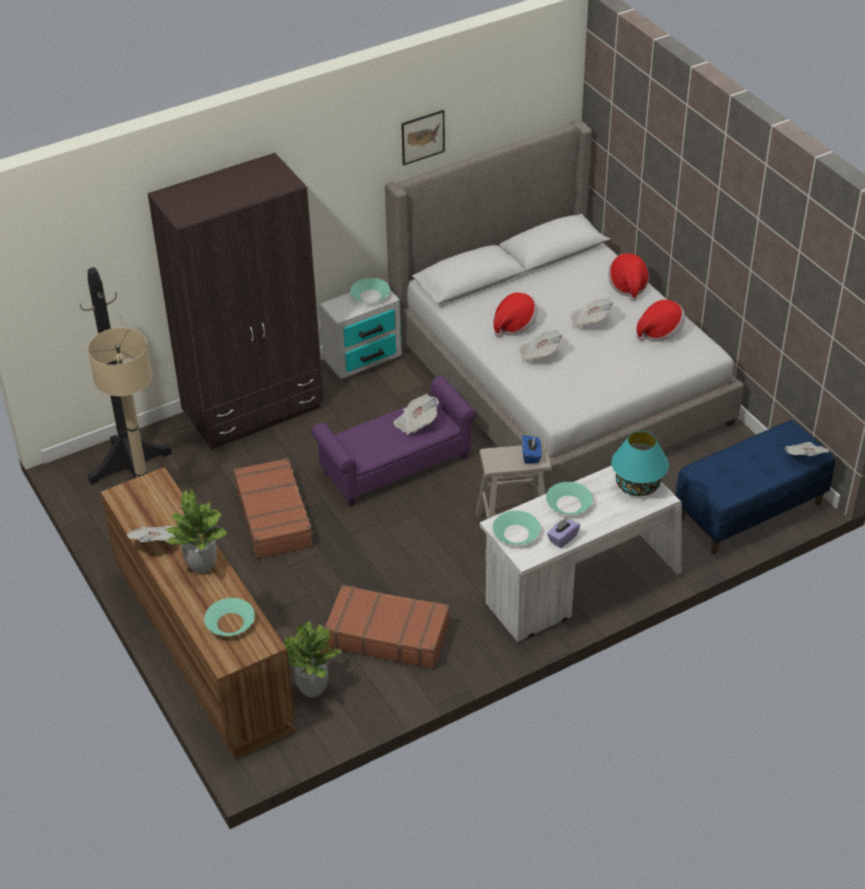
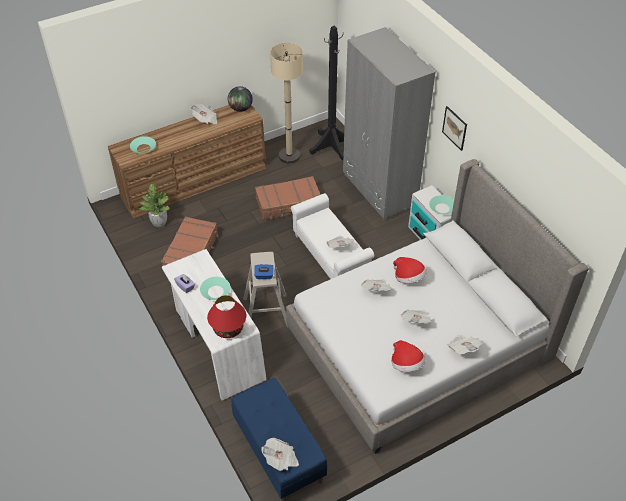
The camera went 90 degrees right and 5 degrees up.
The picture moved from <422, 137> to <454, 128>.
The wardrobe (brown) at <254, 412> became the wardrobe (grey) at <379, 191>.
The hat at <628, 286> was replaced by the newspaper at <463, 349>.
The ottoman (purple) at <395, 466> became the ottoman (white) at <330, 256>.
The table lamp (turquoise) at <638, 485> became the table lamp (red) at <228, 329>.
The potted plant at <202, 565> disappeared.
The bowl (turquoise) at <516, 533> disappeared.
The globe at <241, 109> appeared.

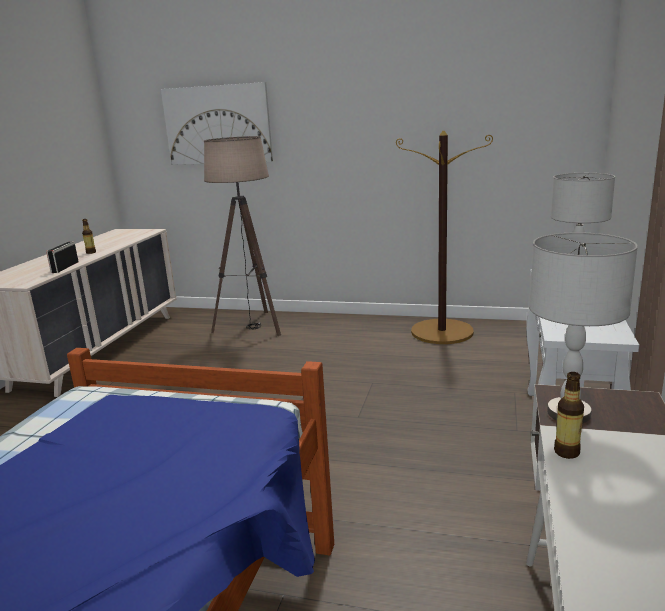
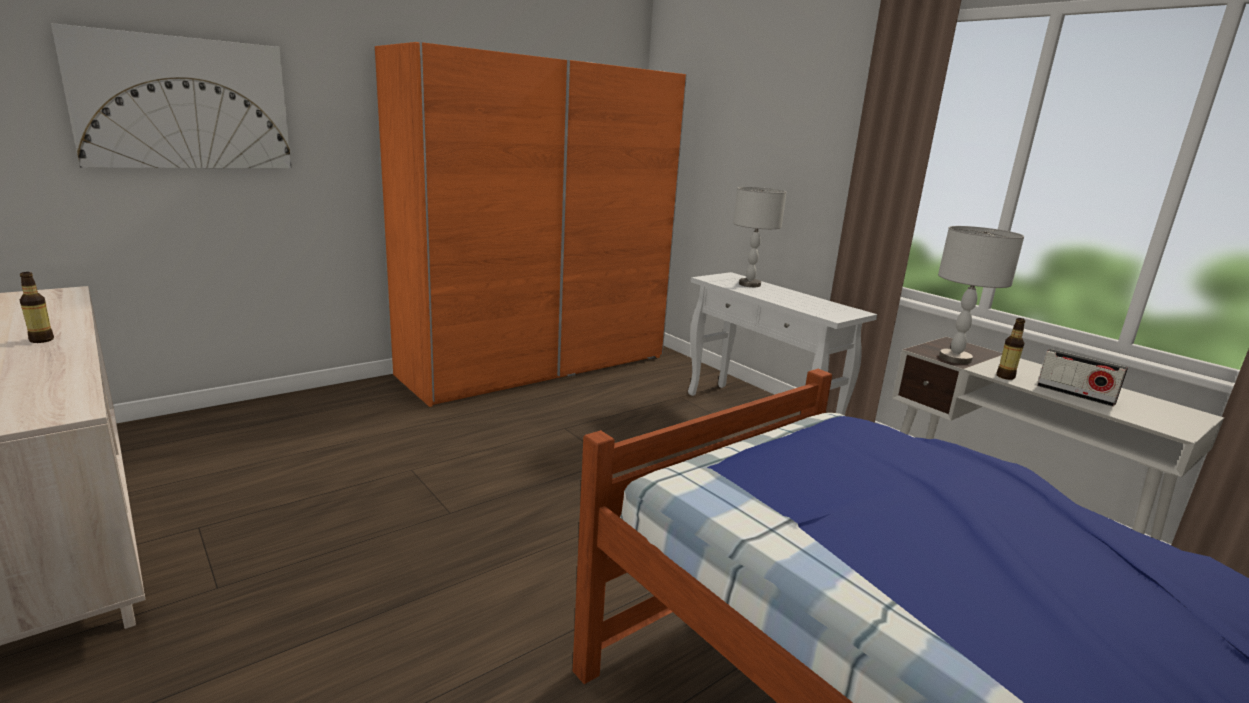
The camera went 55 degrees left and 0 degrees up.
The clothes rack (brown) at <442, 332> was replaced by the wardrobe (orange) at <536, 365>.
The floor lamp at <252, 326> disappeared.
The radio moved from <65, 267> to <1075, 394>.

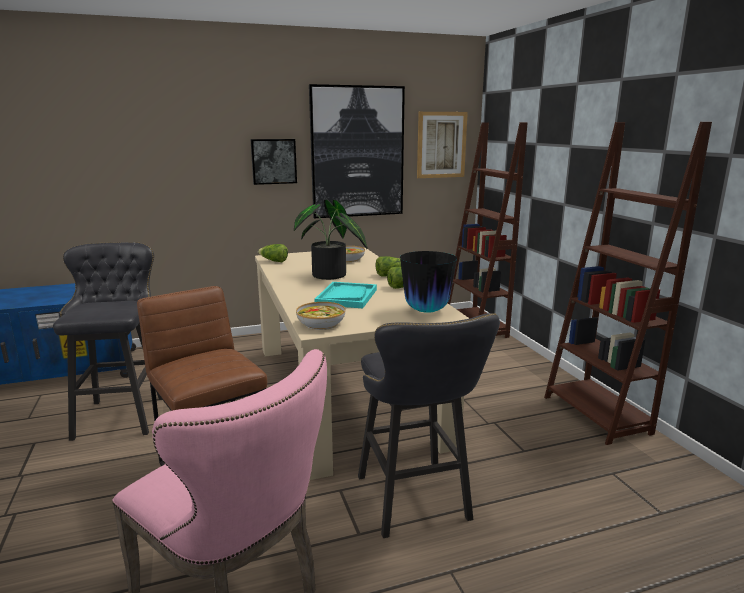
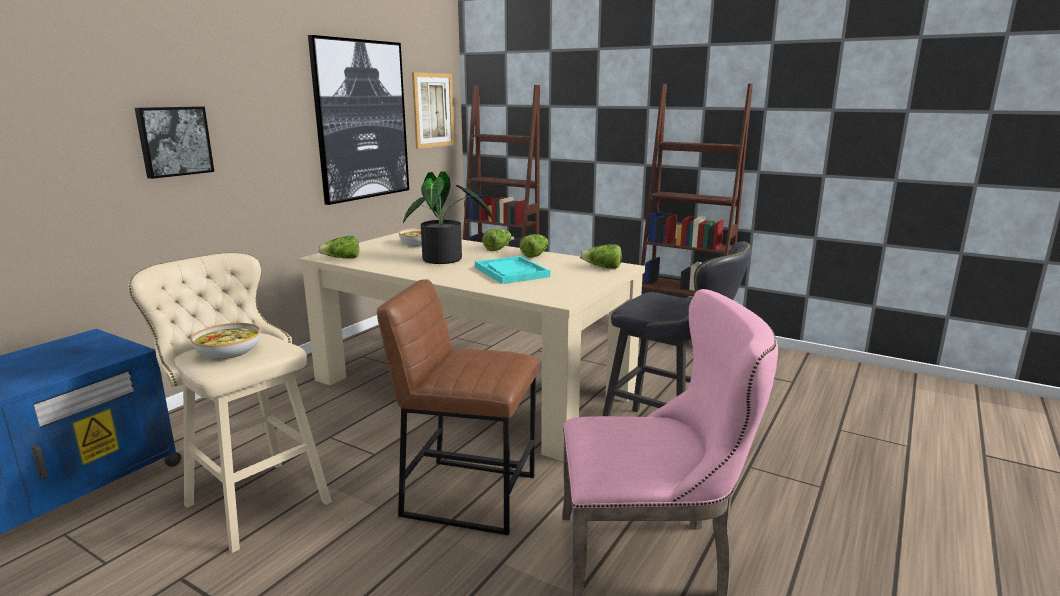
The camera went 40 degrees left and 0 degrees up.
The picture moved from <273, 161> to <174, 141>.
The stool (black) at <123, 411> became the stool (beige) at <250, 496>.
The vase at <426, 311> was replaced by the lettuce at <602, 267>.
The bowl moved from <321, 324> to <228, 352>.

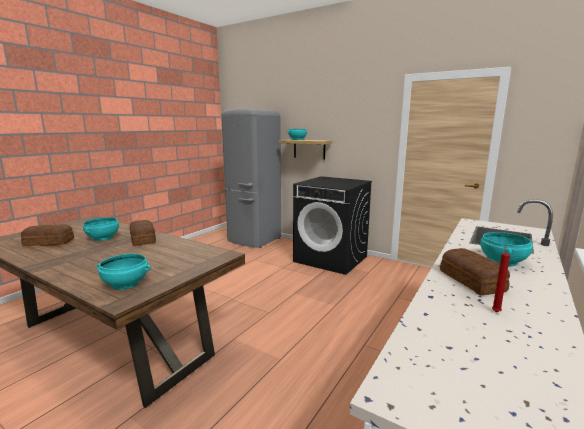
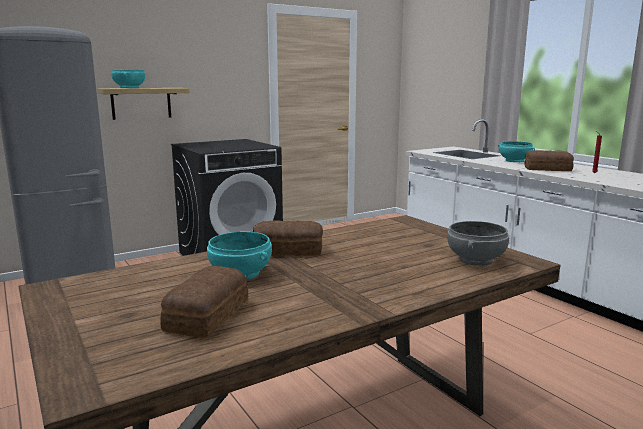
The camera went 65 degrees left and 0 degrees up.
The bowl (turquoise) at <125, 284> became the bowl (grey) at <476, 260>.

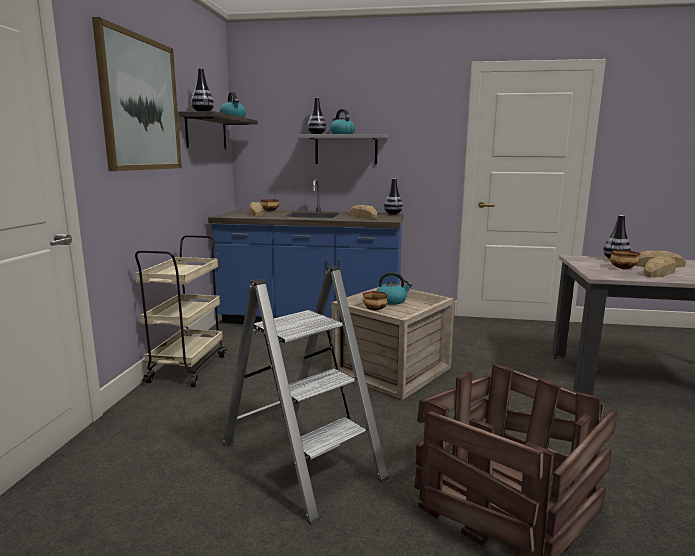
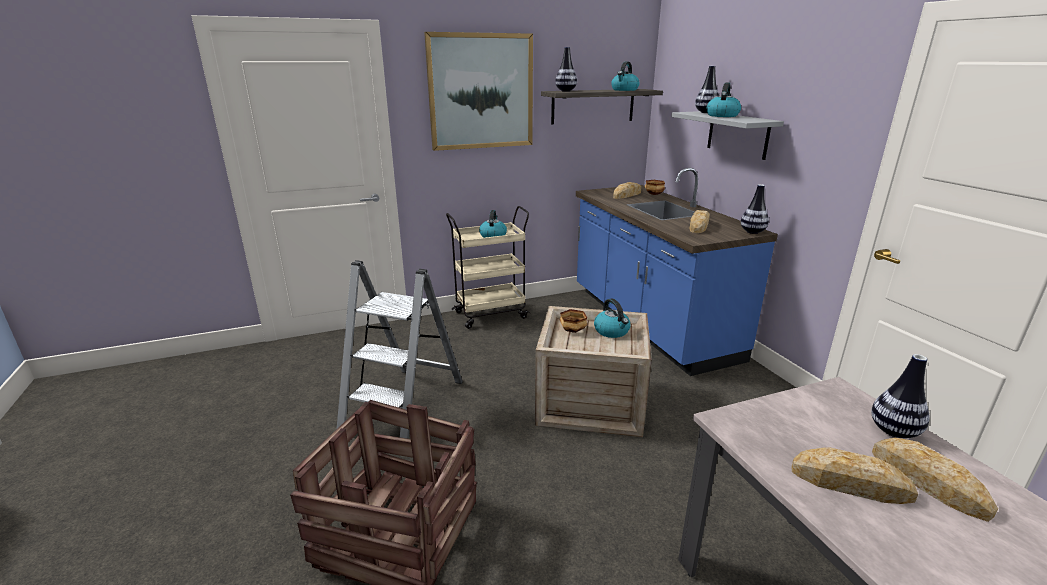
The camera went 60 degrees right and 10 degrees up.
The bowl at <623, 268> disappeared.
The kettle at <493, 235> appeared.

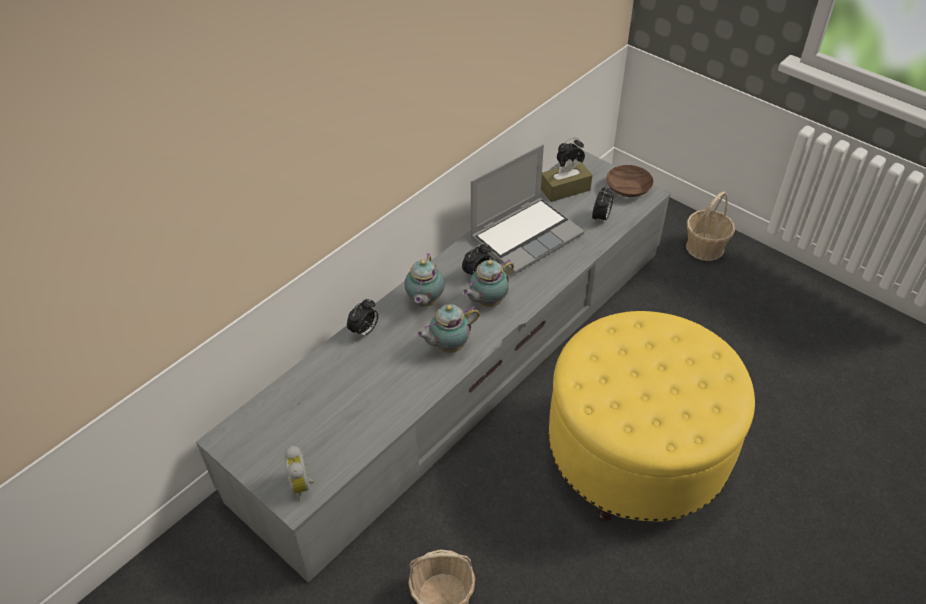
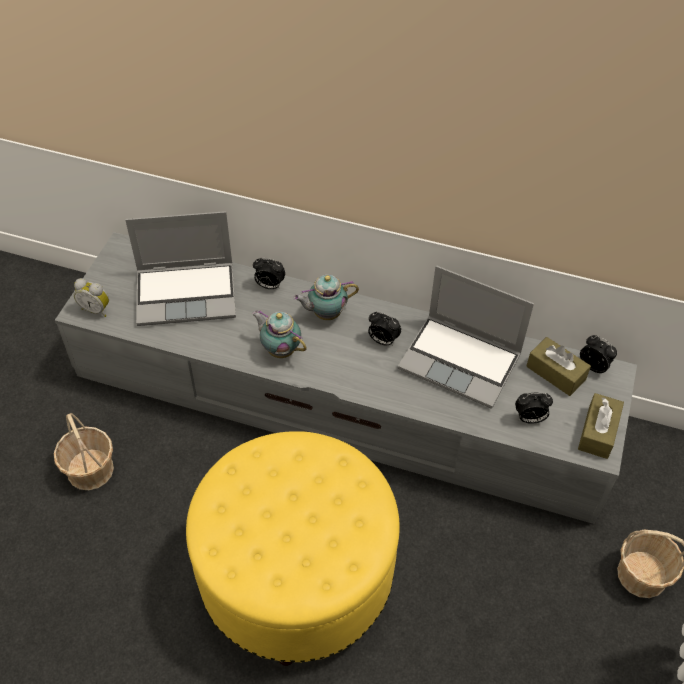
The camera went 65 degrees right and 5 degrees up.
The bowl (brown) at <629, 188> was replaced by the tissue box (brown) at <598, 432>.
The teapot at <487, 302> disappeared.
The alarm clock at <303, 485> turned 120 degrees counterclockwise.
The laptop at <187, 294> appeared.

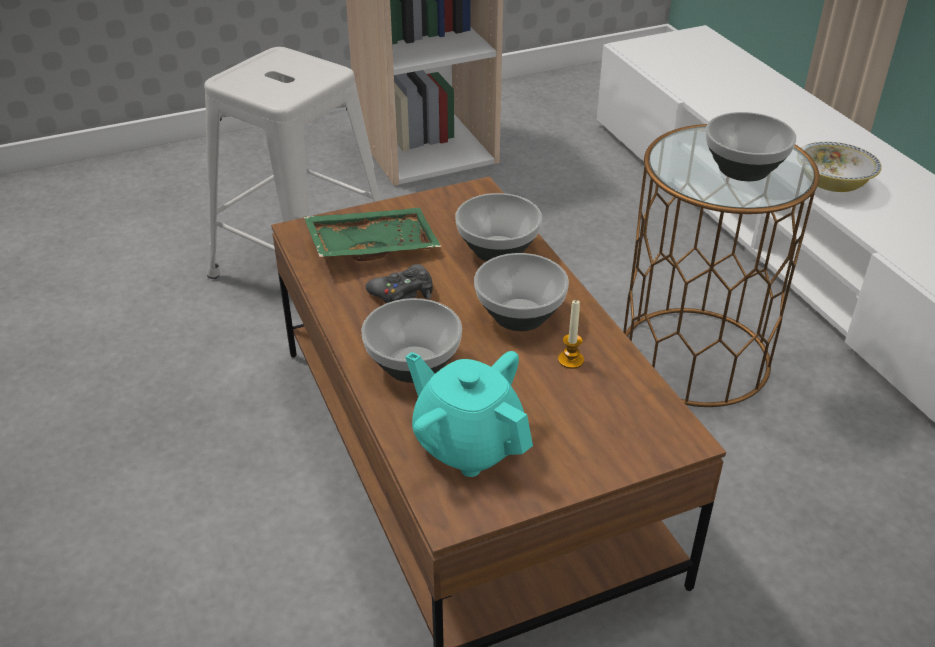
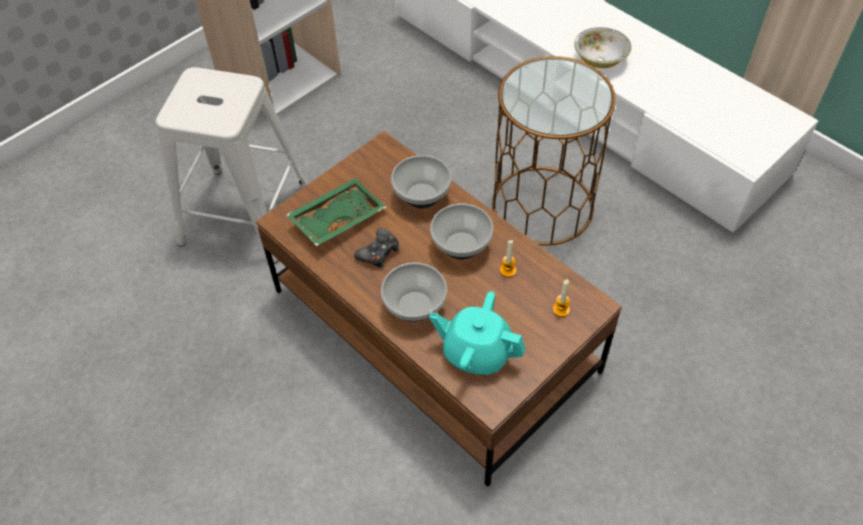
The camera went 20 degrees left and 15 degrees up.
The bowl at <744, 169> disappeared.
The candle at <561, 309> appeared.

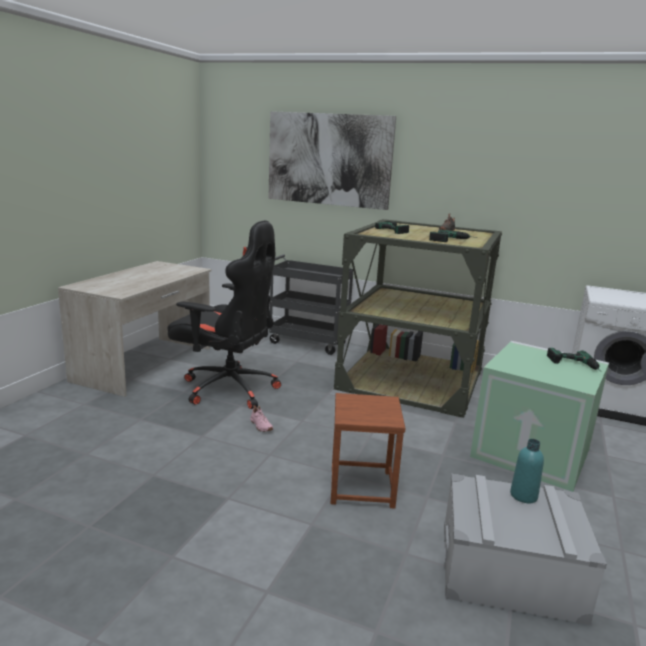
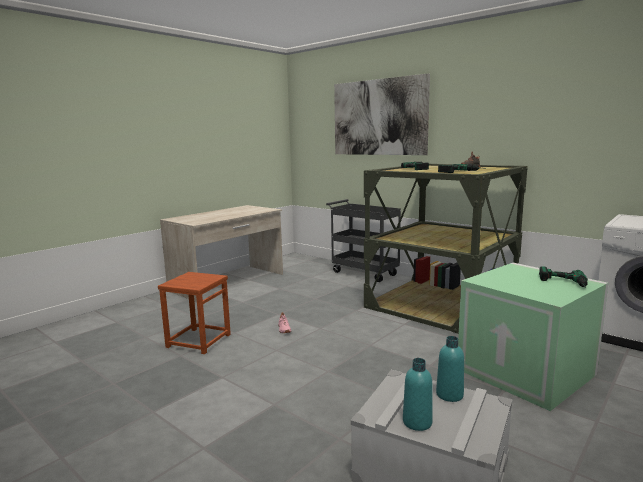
The camera went 20 degrees right and 5 degrees down.
The office chair (black) at <223, 388> disappeared.
The stool (brown) moved from <361, 487> to <198, 340>.
The bottle (turquoise) at <417, 422> appeared.

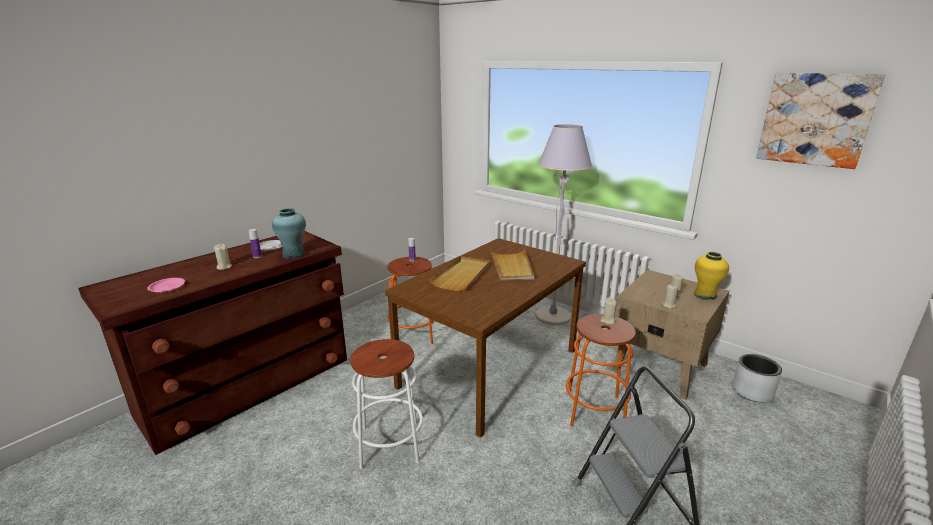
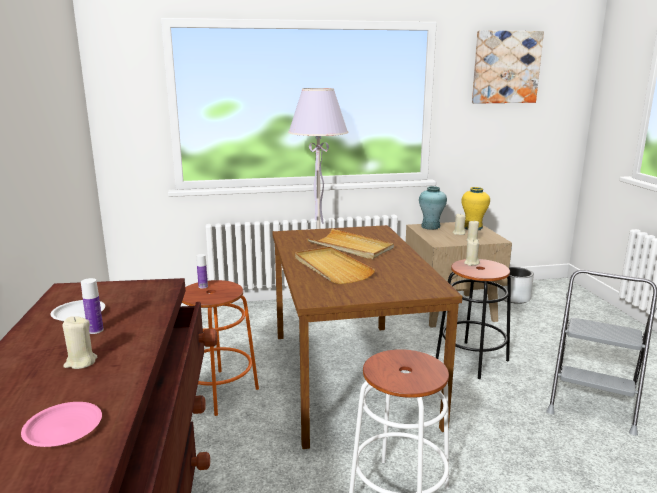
The camera went 50 degrees left and 5 degrees down.
The vase (turquoise) moved from <293, 254> to <430, 227>.
The stool (orange) at <595, 410> became the stool (black) at <472, 359>.

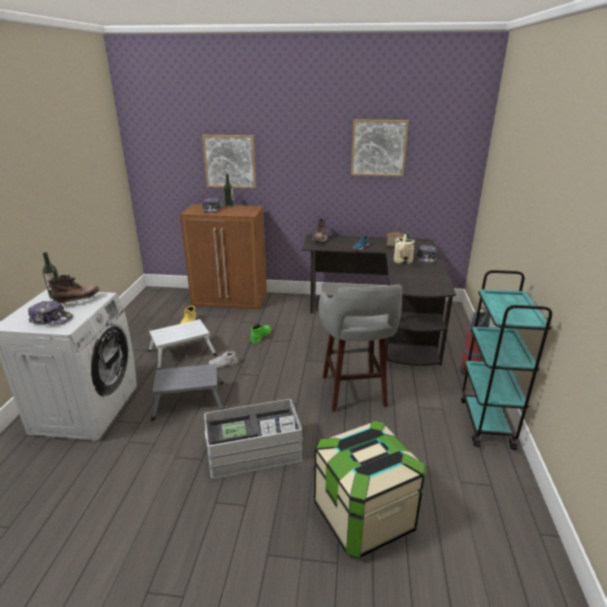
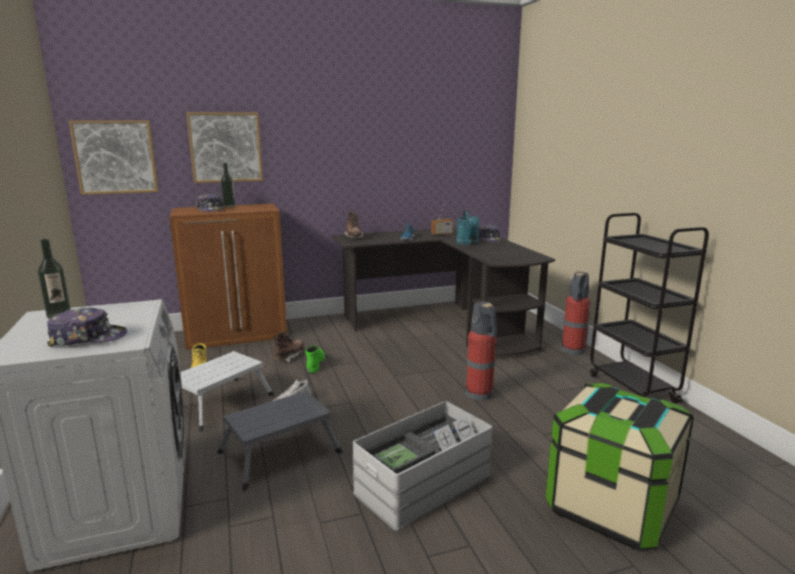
The camera went 25 degrees left and 10 degrees down.
The picture moved from <378, 148> to <115, 157>.
The watering can (beige) at <402, 262> became the watering can (turquoise) at <468, 244>.
The cart (turquoise) at <487, 424> became the cart (black) at <633, 389>.
The boot (brown) moved from <77, 301> to <289, 356>.
The stool (grey) at <353, 393> was replaced by the fire extinguisher at <480, 394>.

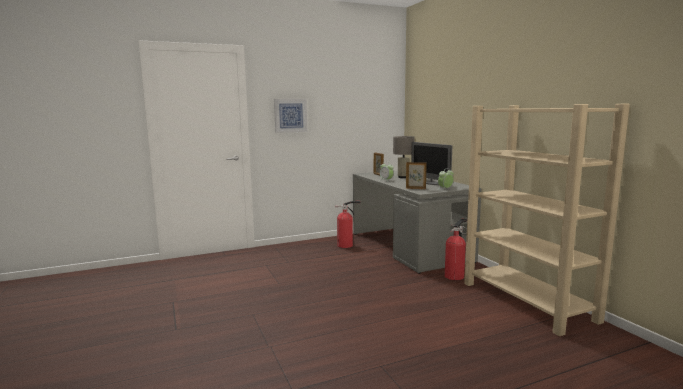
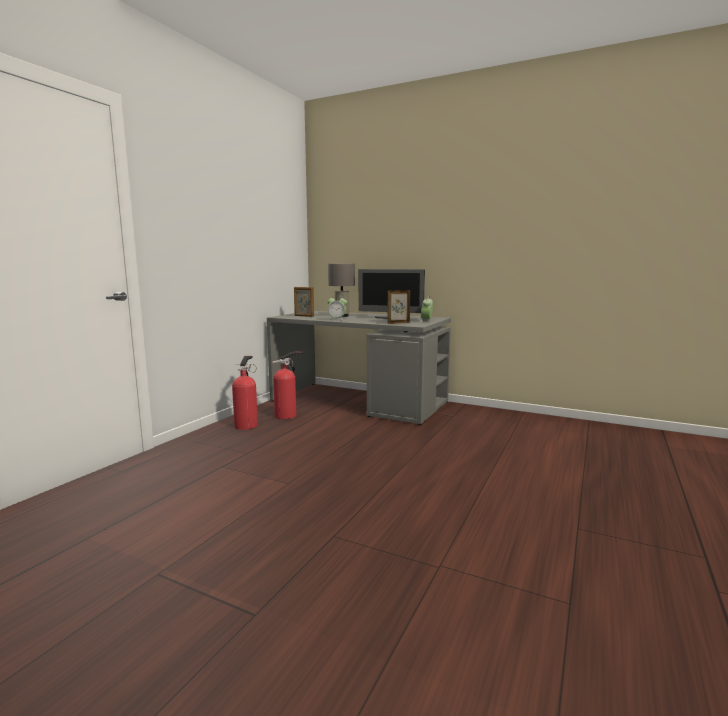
The camera went 40 degrees left and 0 degrees up.
The picture at <290, 115> disappeared.
The bookcase (beige) at <527, 301> disappeared.
The fire extinguisher moved from <455, 276> to <247, 425>.

